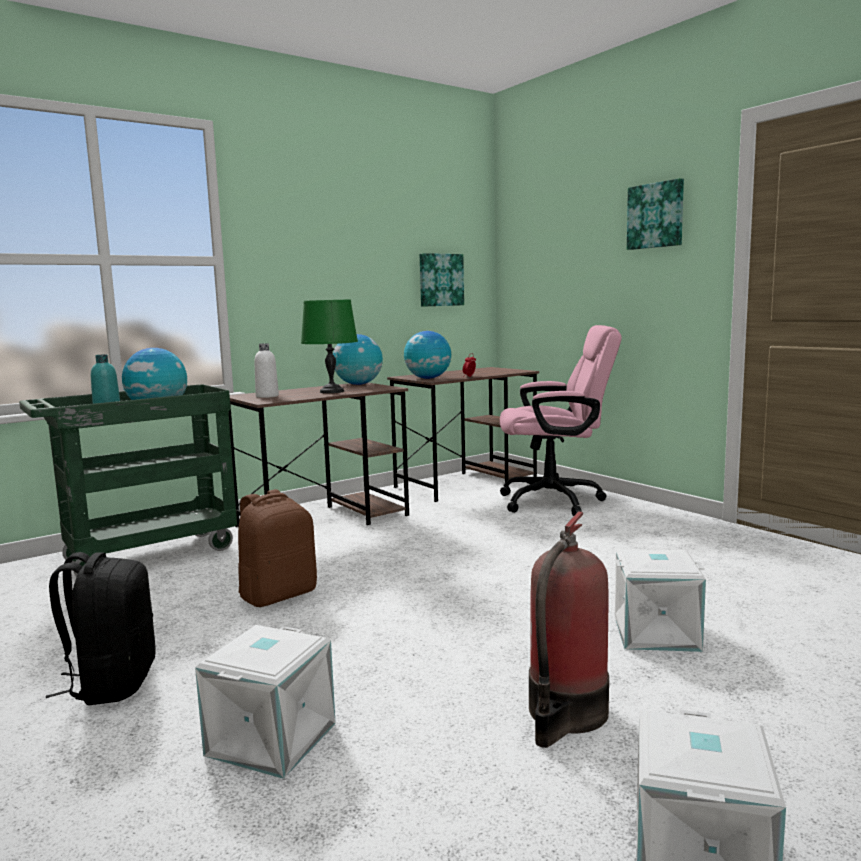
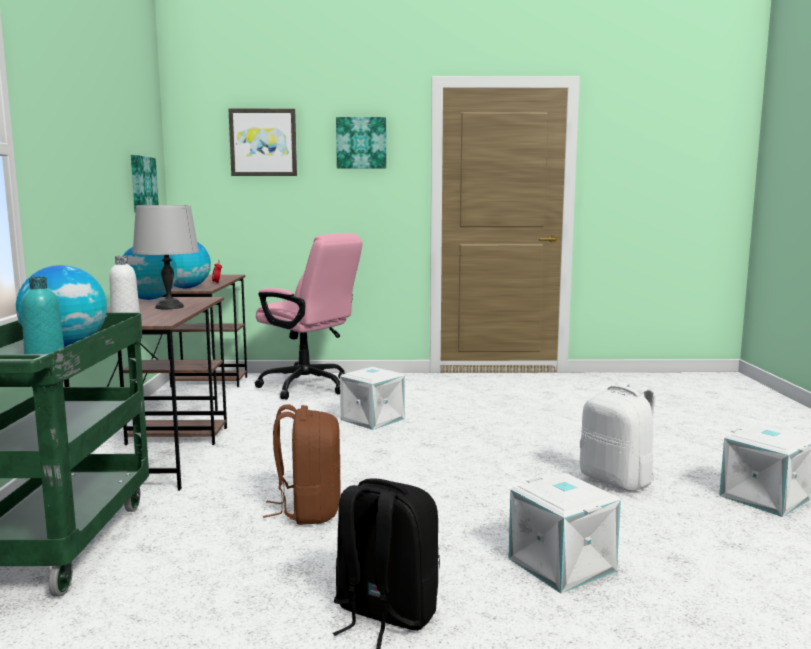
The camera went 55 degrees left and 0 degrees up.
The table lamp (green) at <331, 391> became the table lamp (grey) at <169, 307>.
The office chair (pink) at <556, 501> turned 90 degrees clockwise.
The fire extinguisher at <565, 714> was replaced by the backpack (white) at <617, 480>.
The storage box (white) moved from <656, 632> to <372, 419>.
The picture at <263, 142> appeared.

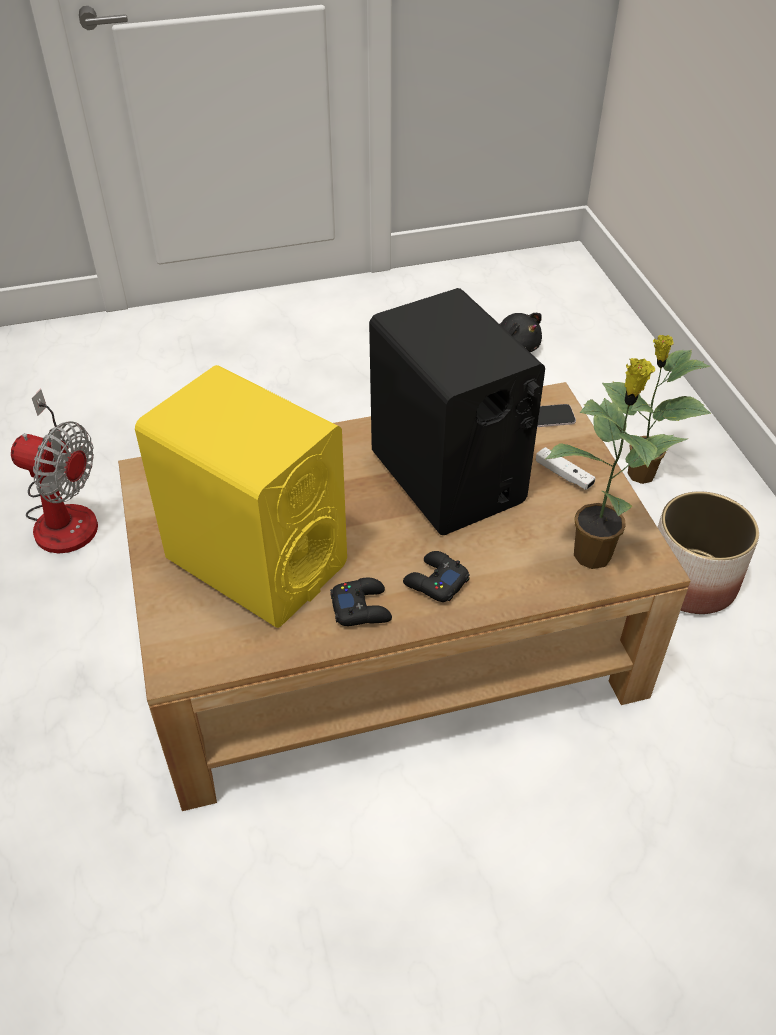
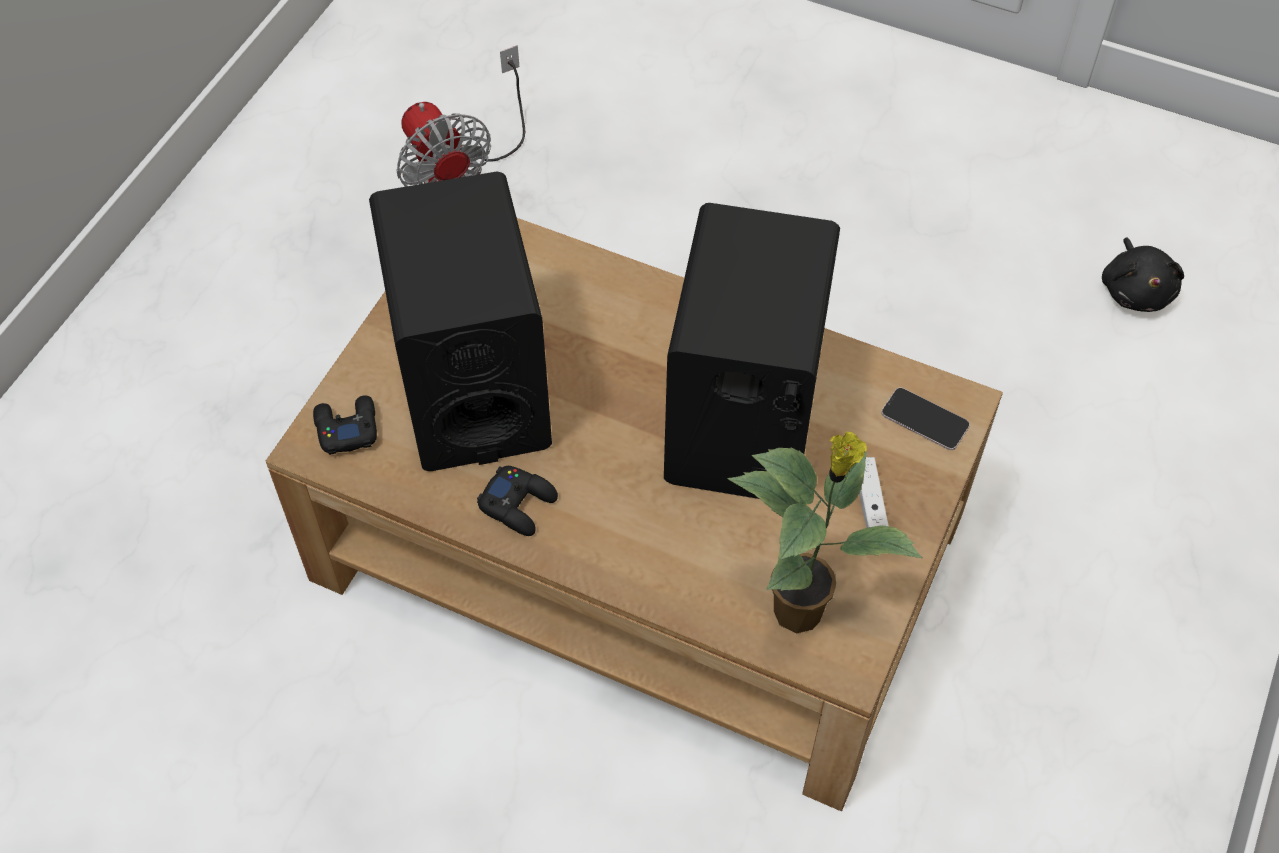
The camera went 40 degrees right and 10 degrees up.
The potted plant at <639, 474> disappeared.
The speaker (yellow) at <256, 561> became the speaker (black) at <472, 389>.
The planter at <691, 582> disappeared.
The game controller (black) moved from <435, 582> to <346, 428>.

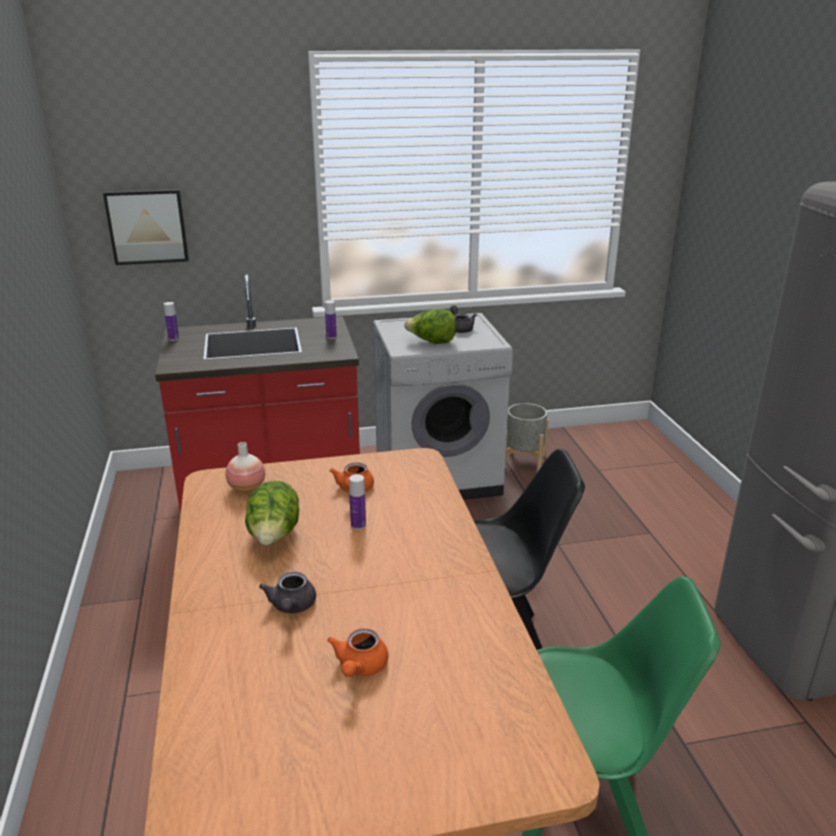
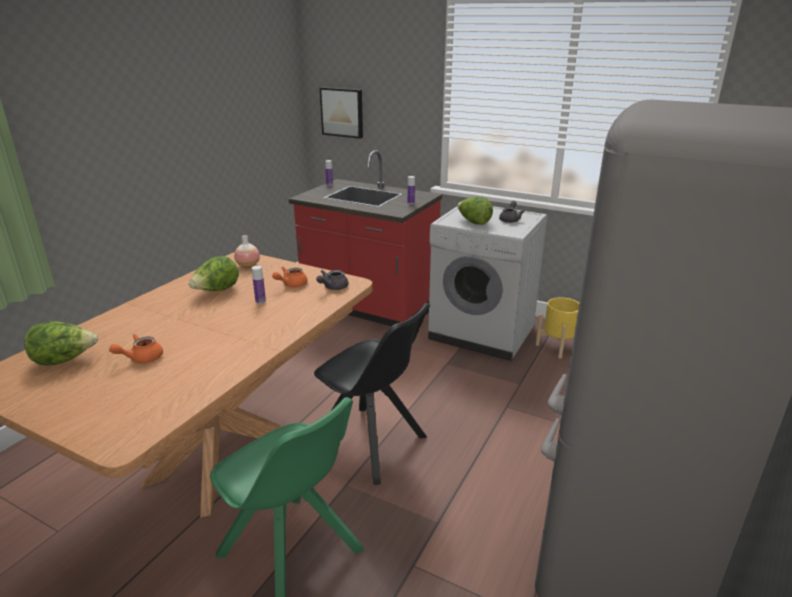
The camera went 40 degrees right and 0 degrees up.
The planter (grey) at <523, 461> became the planter (yellow) at <558, 346>.
The teapot (grey) moved from <291, 607> to <332, 287>.
The lettuce at <65, 360> appeared.

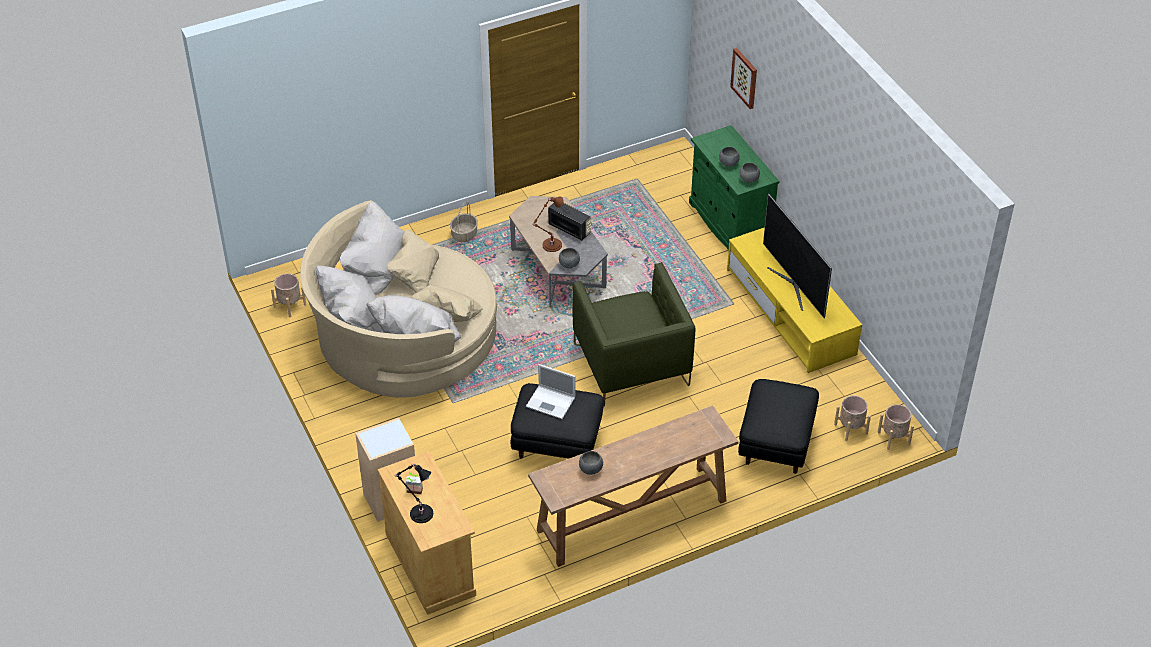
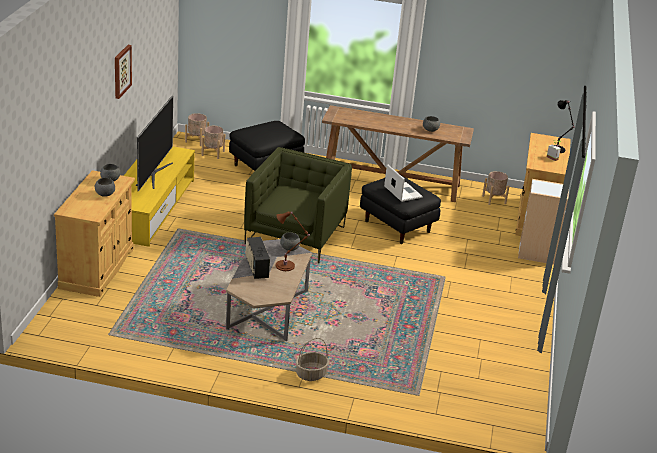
The camera went 145 degrees left and 15 degrees down.
The picture moved from <745, 78> to <121, 71>.
The cabinet (green) at <729, 224> became the cabinet (beige) at <97, 268>.
The sofa (beige) at <403, 333> disappeared.
The planter (beige) moved from <290, 306> to <494, 199>.

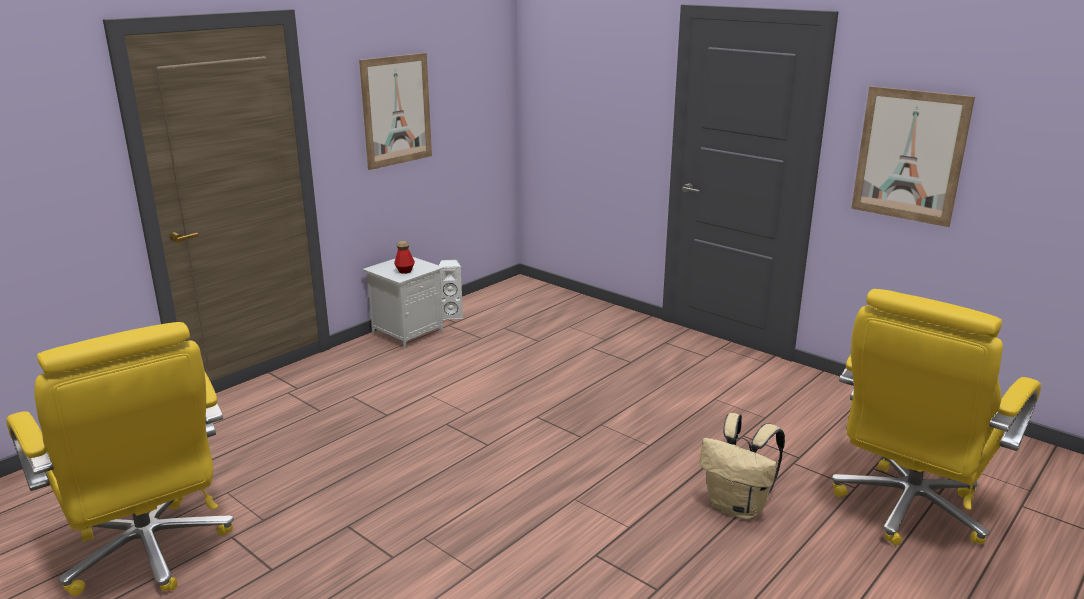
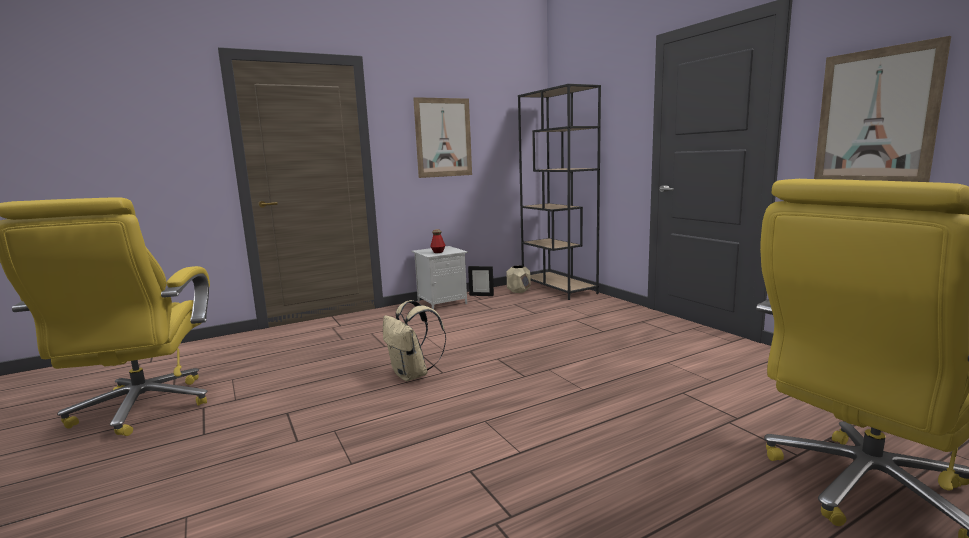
The camera went 20 degrees right and 10 degrees down.
The speaker (white) at <451, 315> was replaced by the picture frame at <481, 295>.
The backpack (beige) moved from <738, 507> to <412, 375>.
The bookcase at <559, 288> appeared.
The planter (beige) at <519, 291> appeared.

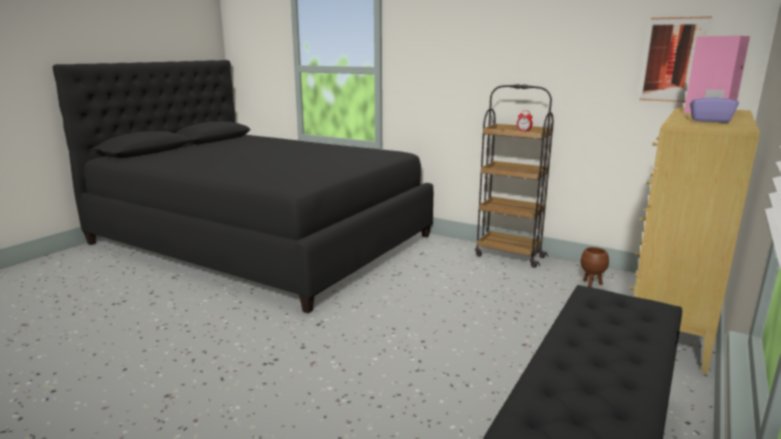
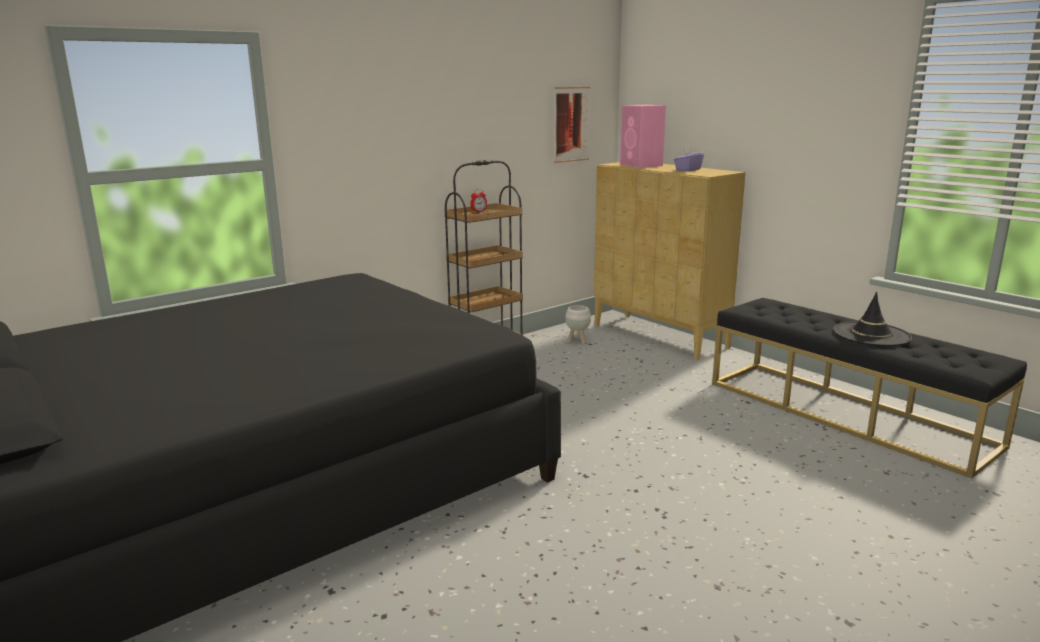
The camera went 70 degrees left and 0 degrees up.
The planter (brown) at <591, 284> became the planter (white) at <577, 341>.
The hat (black) at <871, 334> appeared.

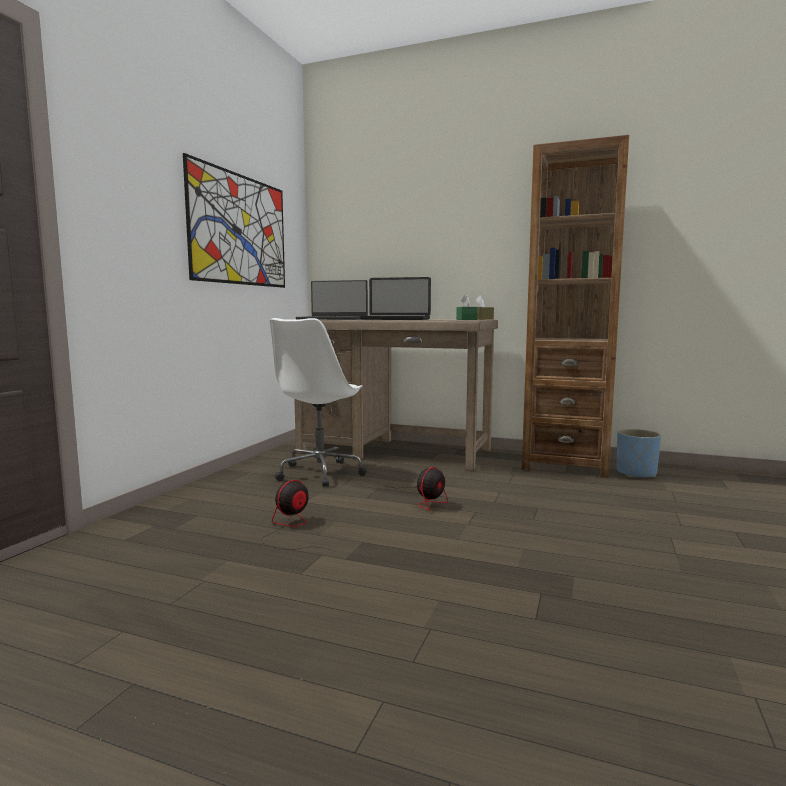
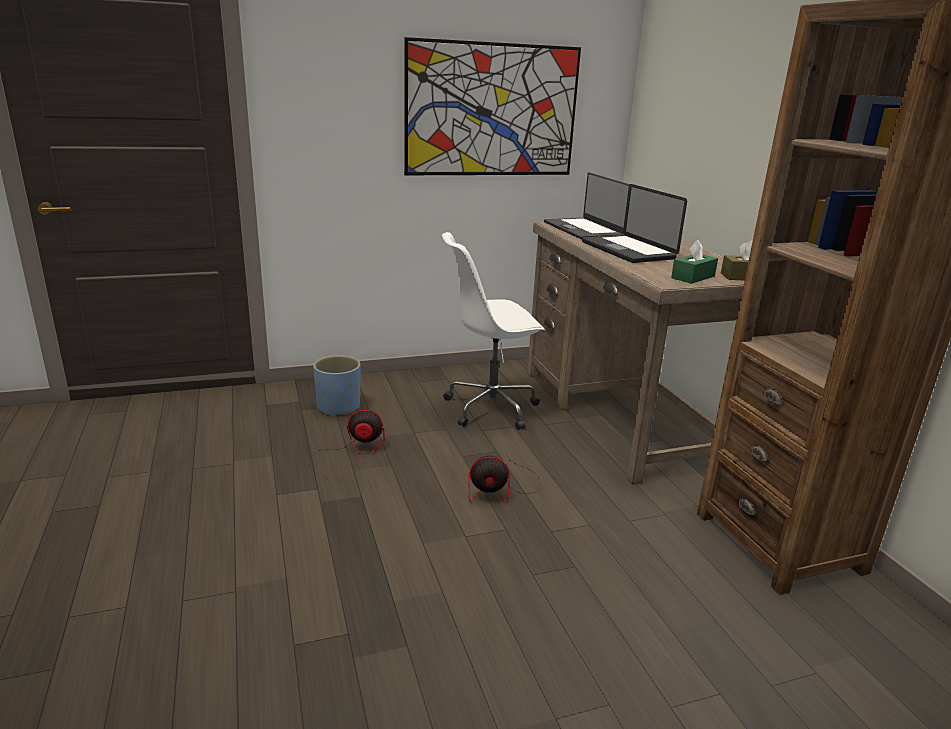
The camera went 50 degrees right and 15 degrees up.
The planter (blue) moved from <636, 473> to <338, 407>.

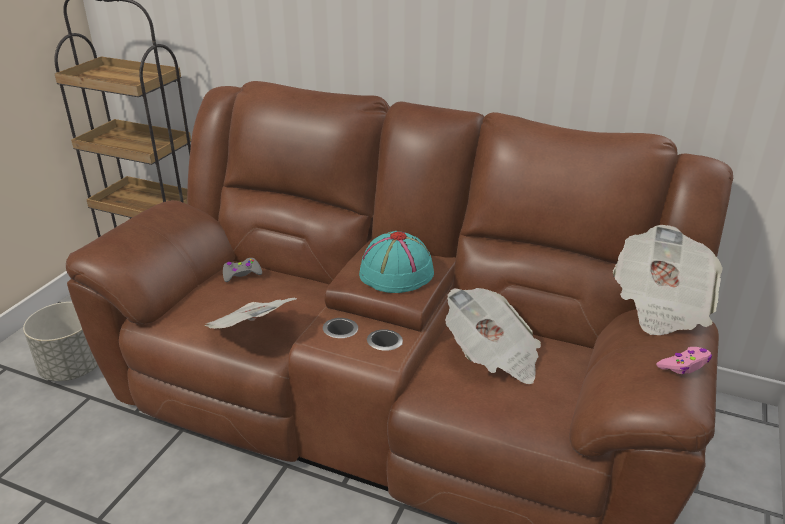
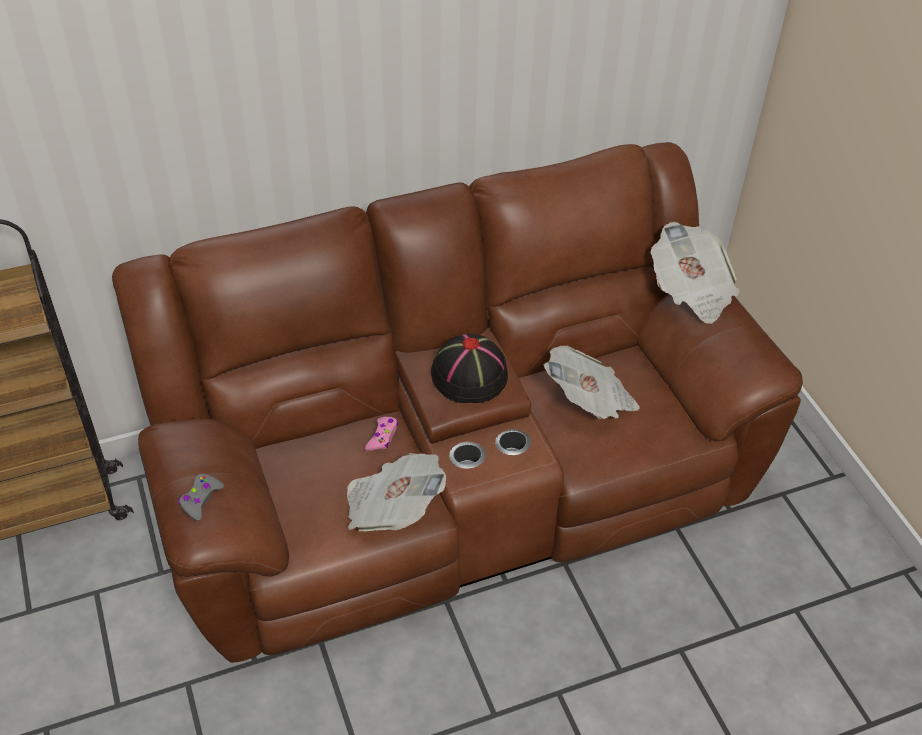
The camera went 45 degrees left and 15 degrees up.
The hat (turquoise) at <396, 273> became the hat (black) at <470, 376>.
The game controller (grey) moved from <241, 274> to <200, 500>.
The planter (grey) at <72, 368> disappeared.
The game controller (pink) moved from <684, 365> to <382, 437>.

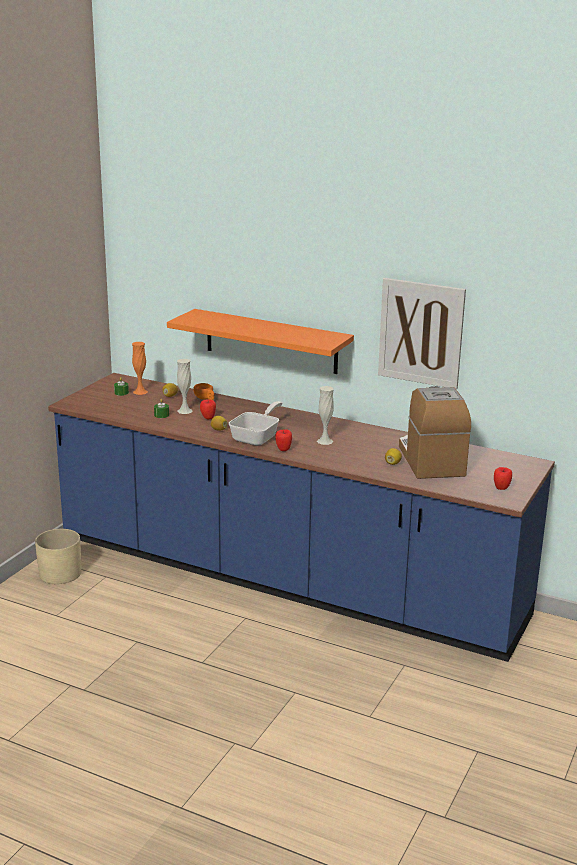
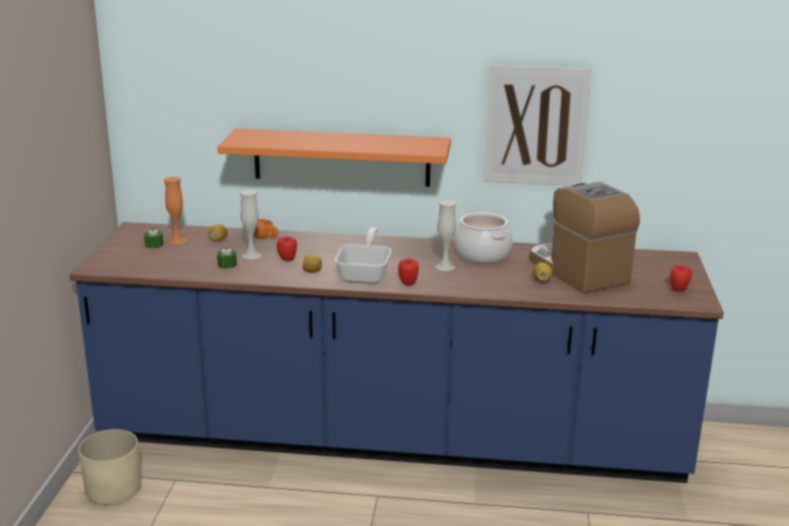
The camera went 20 degrees left and 0 degrees up.
The cooking pot at <482, 254> appeared.

